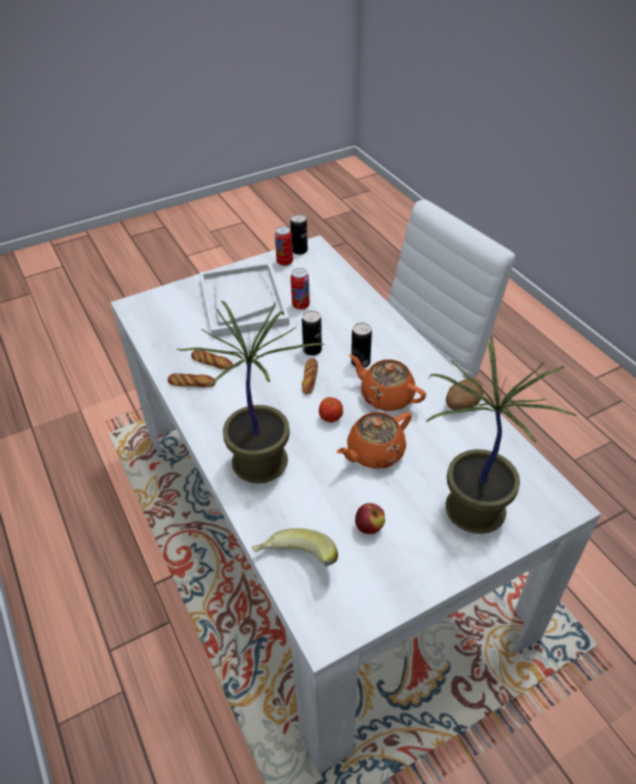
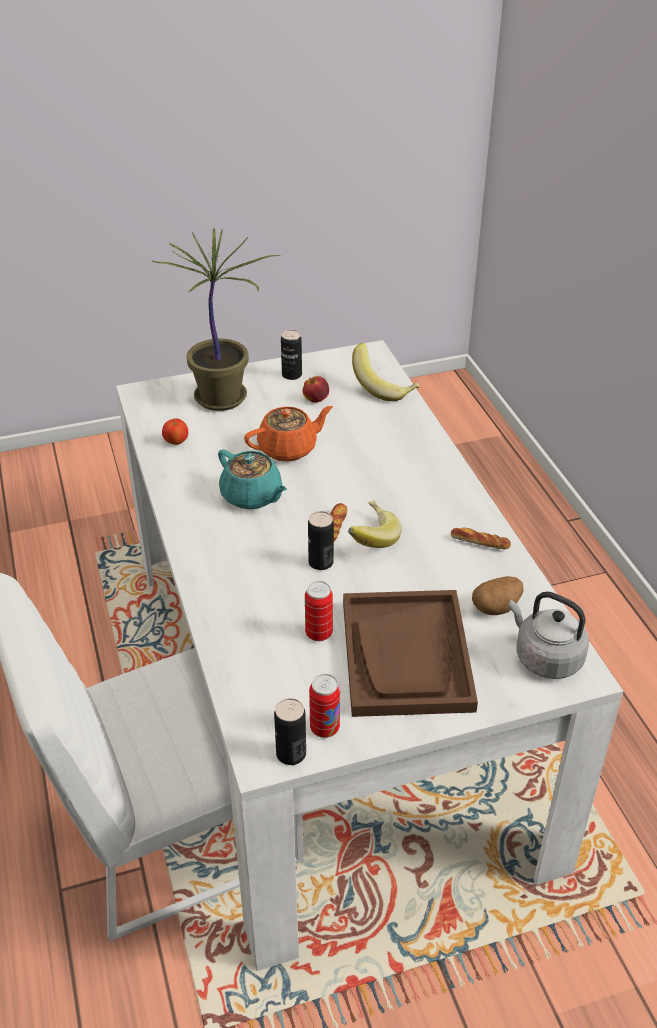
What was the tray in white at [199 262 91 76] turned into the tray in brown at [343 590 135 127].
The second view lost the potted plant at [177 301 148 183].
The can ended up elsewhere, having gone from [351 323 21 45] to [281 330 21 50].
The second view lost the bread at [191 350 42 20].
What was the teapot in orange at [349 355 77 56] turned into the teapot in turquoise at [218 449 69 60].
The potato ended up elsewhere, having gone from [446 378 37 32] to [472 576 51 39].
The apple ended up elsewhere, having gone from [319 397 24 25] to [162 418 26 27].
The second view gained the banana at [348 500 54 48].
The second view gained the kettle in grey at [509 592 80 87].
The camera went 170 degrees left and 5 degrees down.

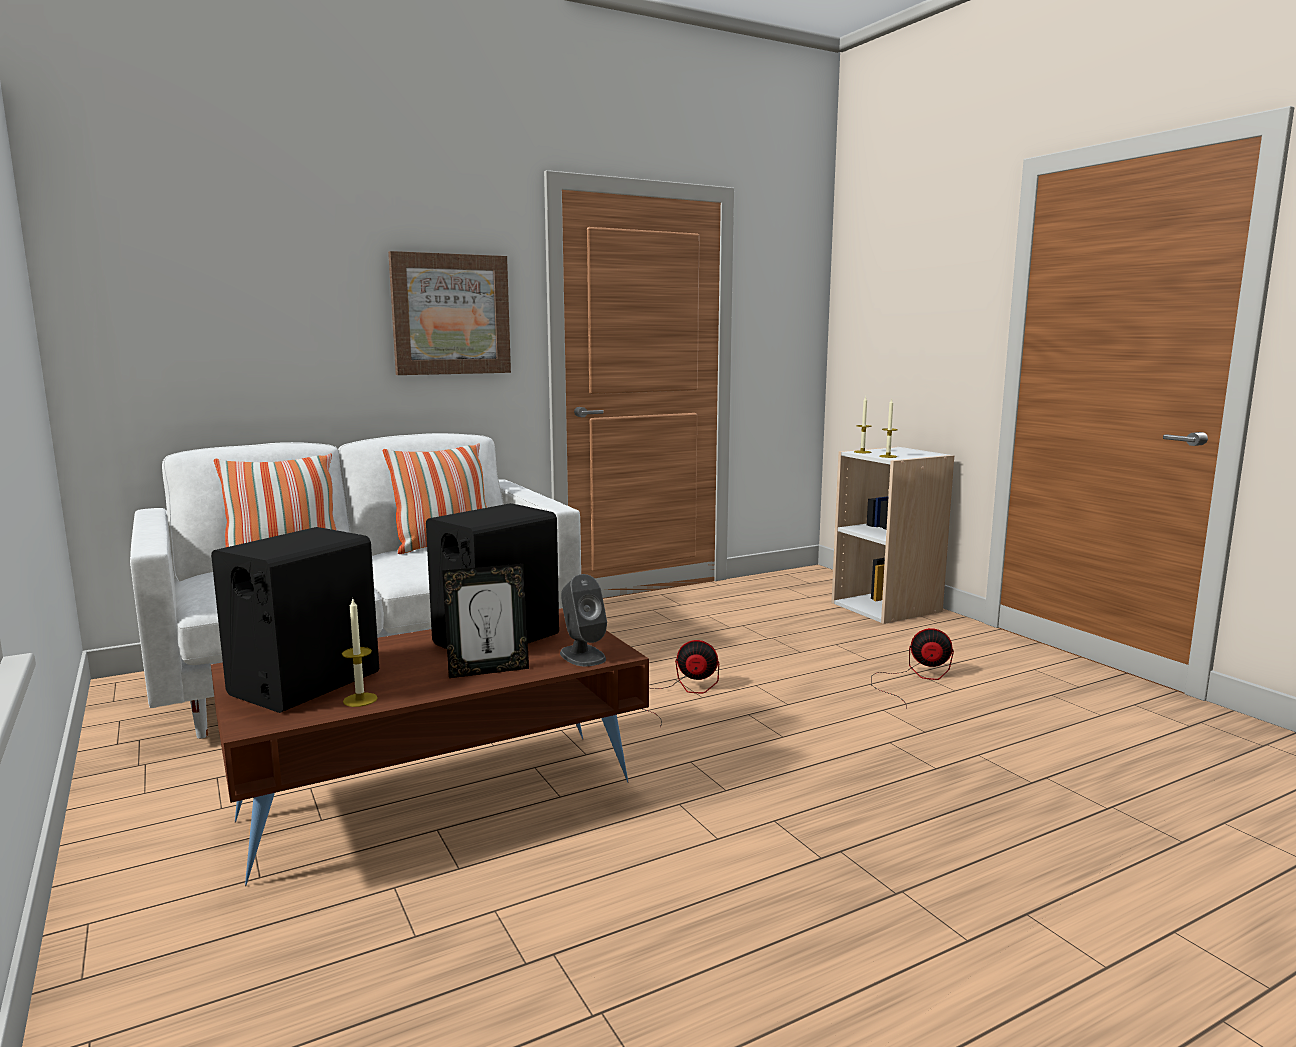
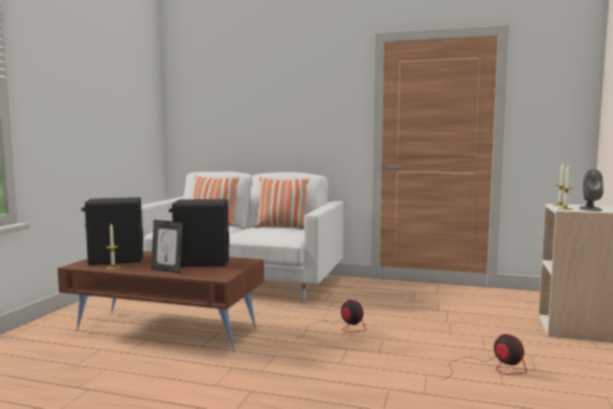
The second view lost the picture at [388 251 123 124].
The speaker in grey ended up elsewhere, having gone from [560 574 47 92] to [579 169 25 42].
The camera went 45 degrees right and 5 degrees down.

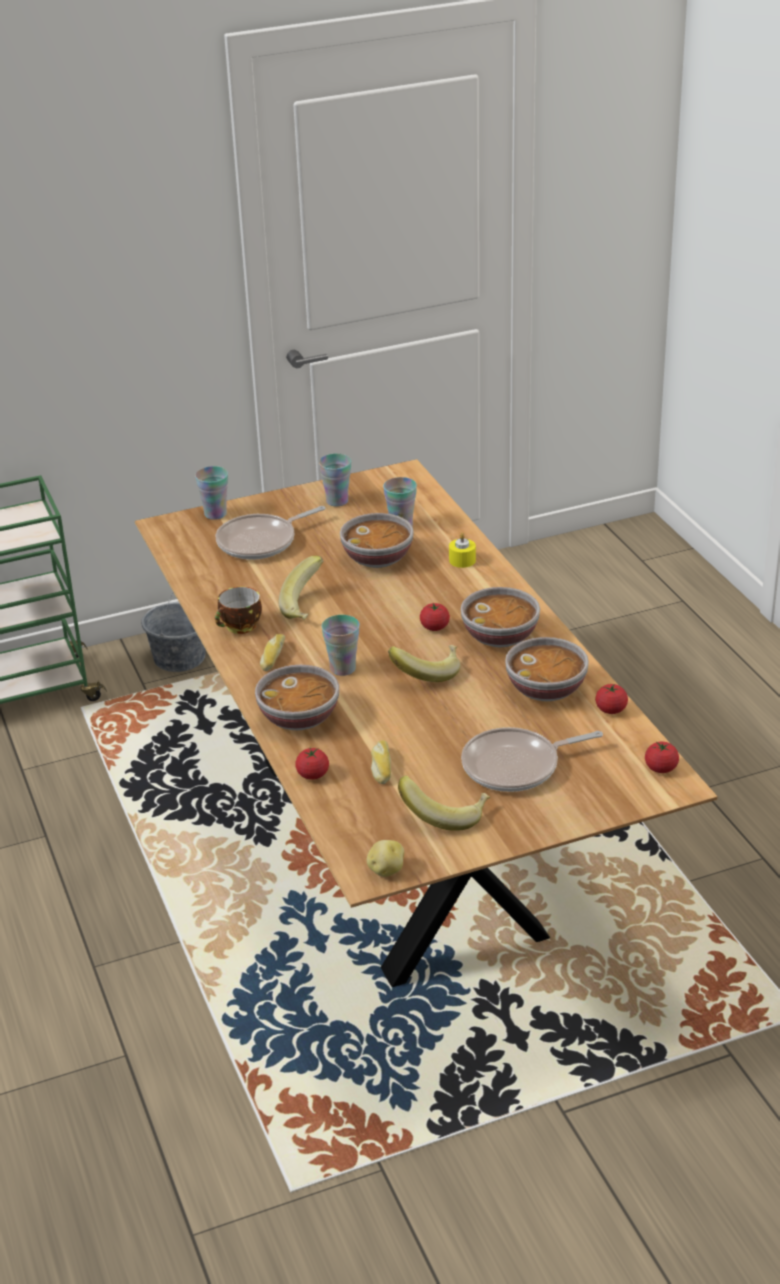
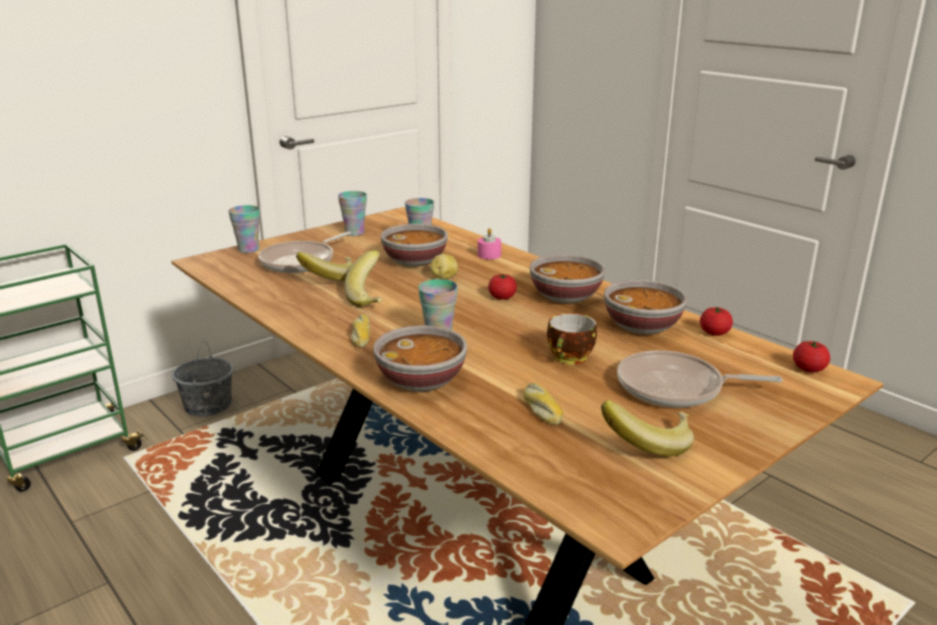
What was the candle in yellow at [449 533 27 35] turned into the candle in pink at [478 228 23 31].
The cup ended up elsewhere, having gone from [215 586 47 48] to [547 313 50 52].
The banana ended up elsewhere, having gone from [388 645 72 37] to [296 252 57 29].
The frying pan at [461 727 142 65] ended up facing another way, 45 degrees clockwise from before.
The second view lost the tomato at [295 748 34 32].
The potato ended up elsewhere, having gone from [367 840 37 37] to [430 254 28 26].
The camera went 20 degrees left and 10 degrees down.

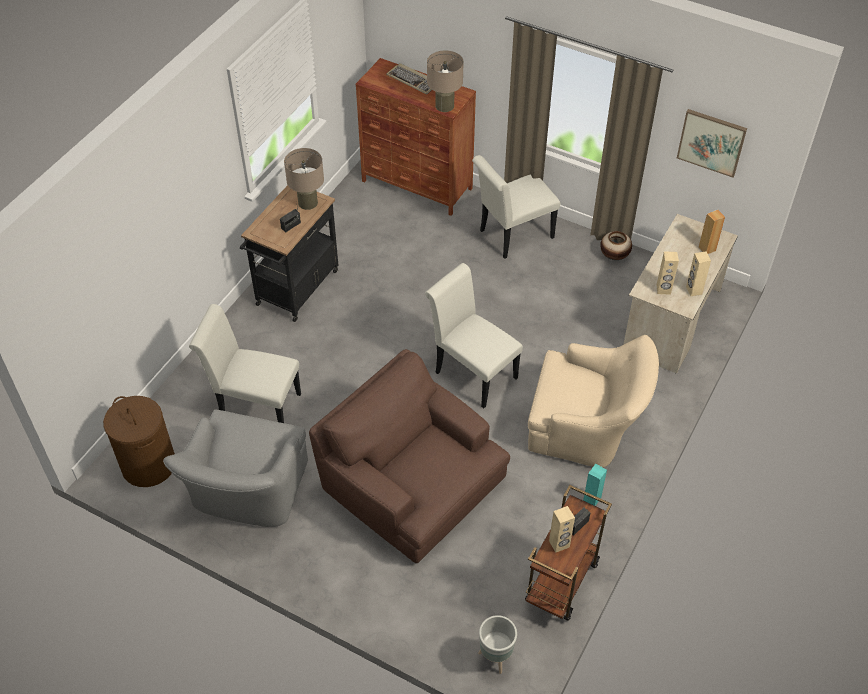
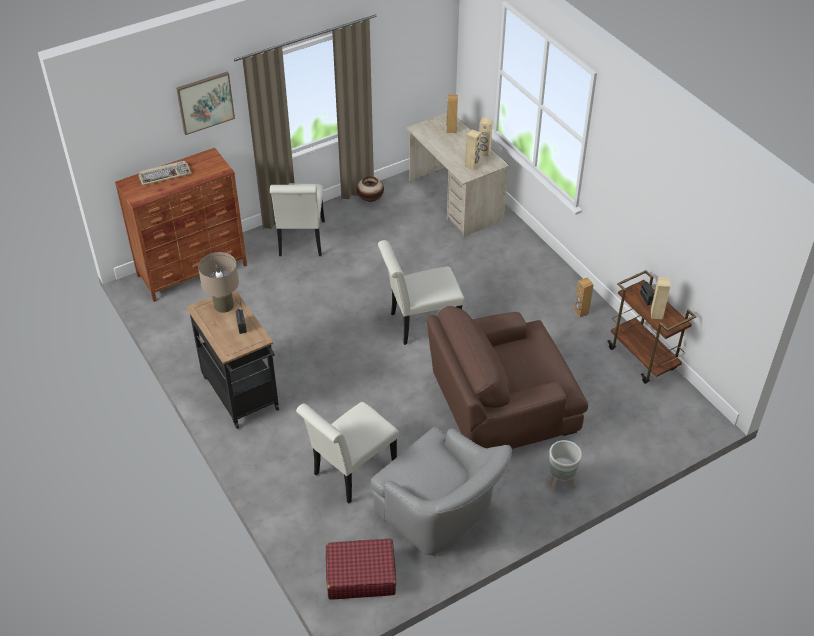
The second view lost the table lamp in beige at [427 51 37 61].
The picture ended up elsewhere, having gone from [677 109 70 69] to [176 72 59 63].
The second view lost the armchair in beige at [528 335 131 133].
Where the laundry basket in brown stood at [103 396 72 91], the suitcase in red came to stand at [326 538 70 62].
What was the speaker in turquoise at [583 464 24 42] turned into the speaker in brown at [574 277 20 40].
The planter in grey ended up elsewhere, having gone from [478 615 39 59] to [549 440 33 51].
The camera went 60 degrees left and 5 degrees down.

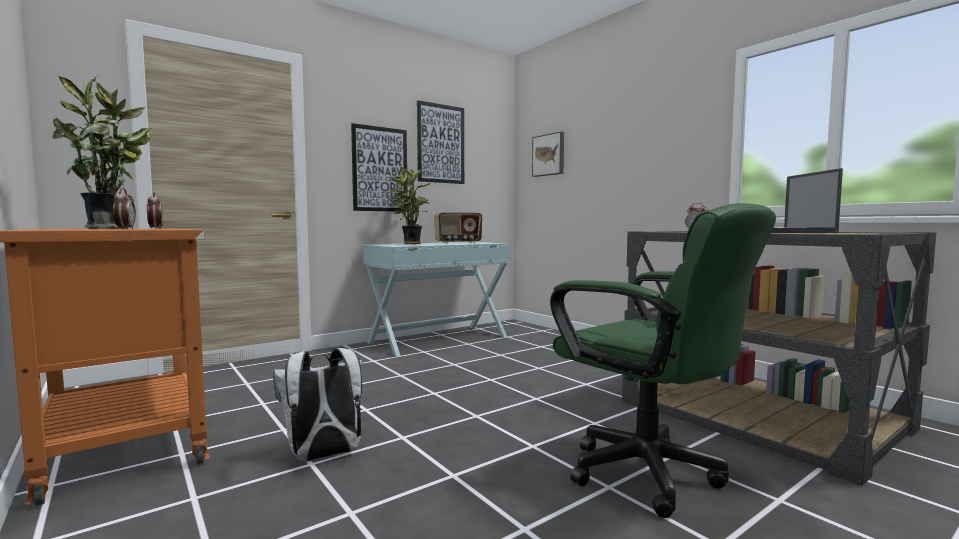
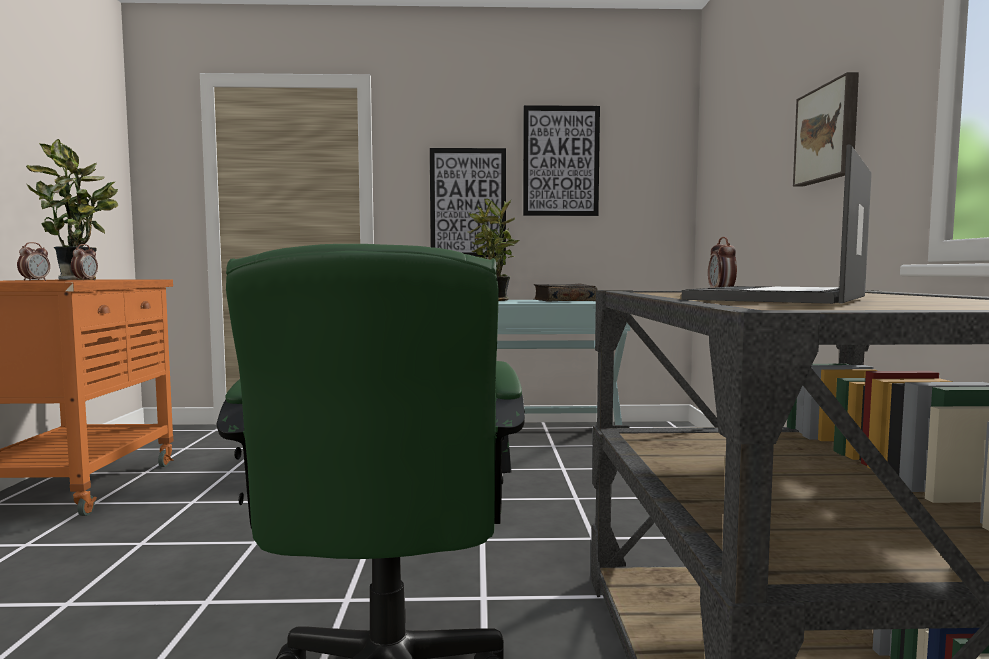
The picture ended up elsewhere, having gone from [532 131 32 46] to [793 72 66 115].
Where the radio stood at [435 212 47 32], the book came to stand at [534 284 64 17].
The second view lost the backpack in white at [273 348 89 114].
The camera went 35 degrees right and 0 degrees up.

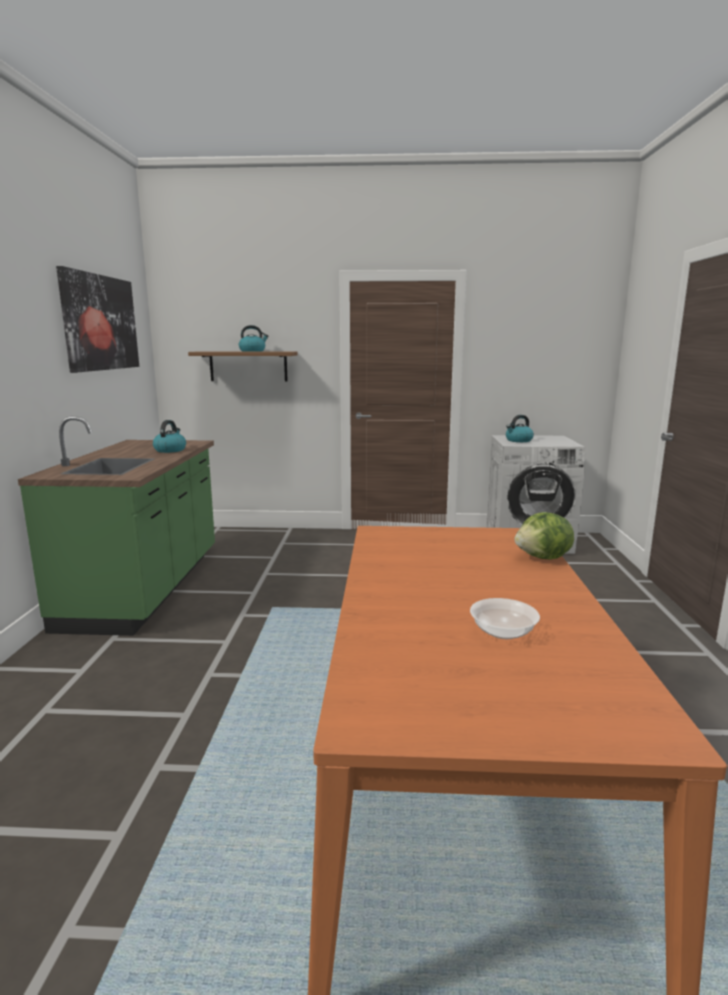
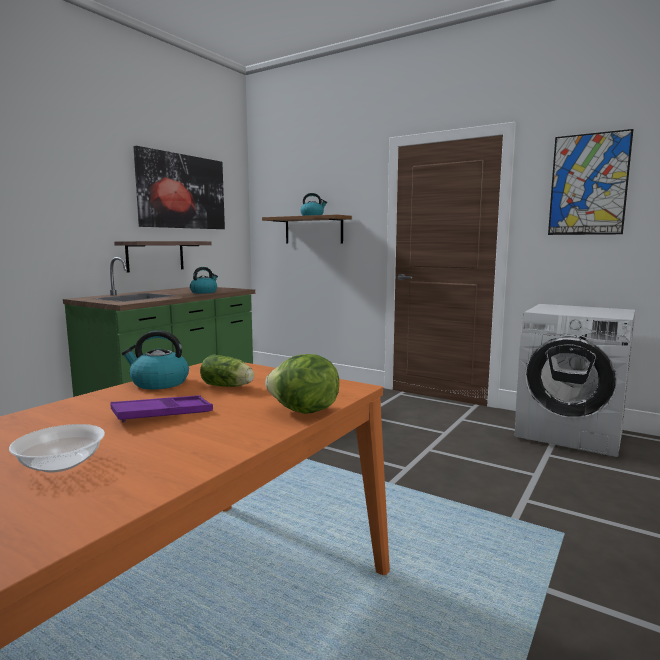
The kettle ended up elsewhere, having gone from [506 415 28 27] to [122 330 67 60].
The second view gained the picture at [548 129 85 106].
The second view gained the shelf at [114 241 98 31].
The second view gained the lettuce at [200 355 54 32].
The second view gained the tray in purple at [110 395 103 28].
The camera went 30 degrees right and 5 degrees down.

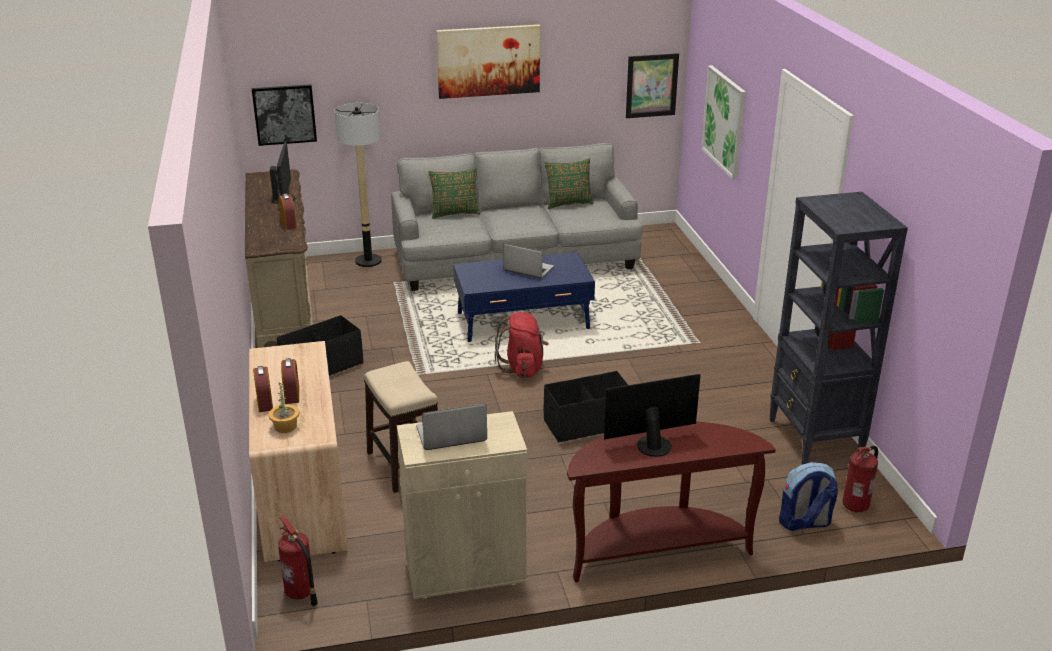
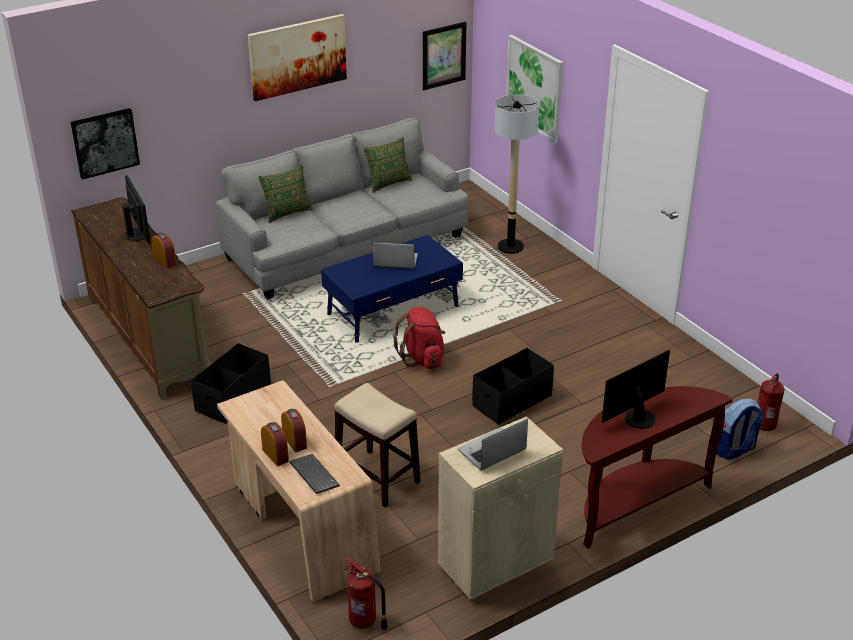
The floor lamp ended up elsewhere, having gone from [334 103 48 164] to [494 94 45 160].
The second view lost the bookcase in black at [769 192 139 272].
Where the potted plant stood at [268 383 32 50], the keyboard came to stand at [289 454 51 40].
The camera went 20 degrees left and 5 degrees up.

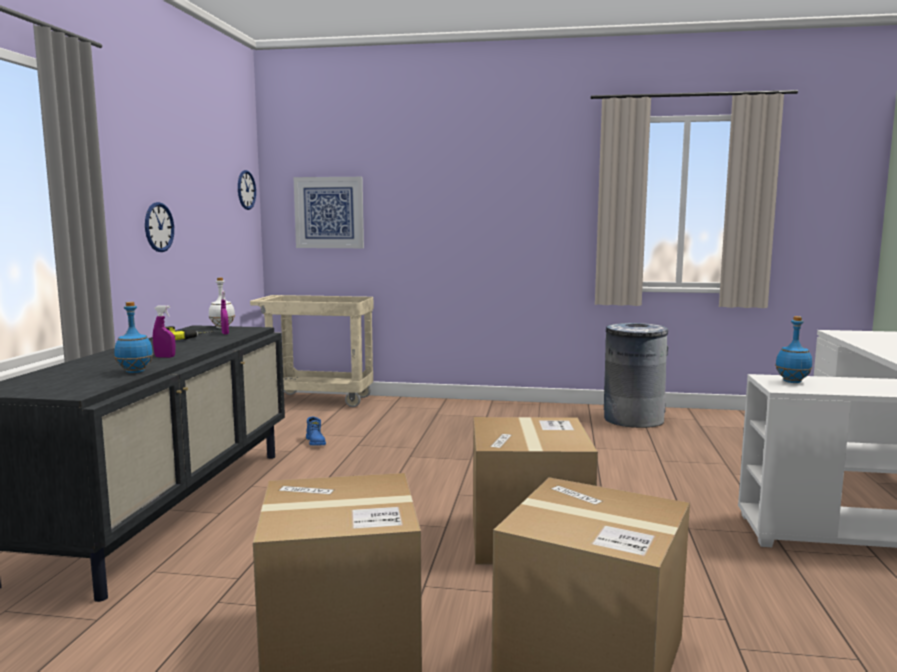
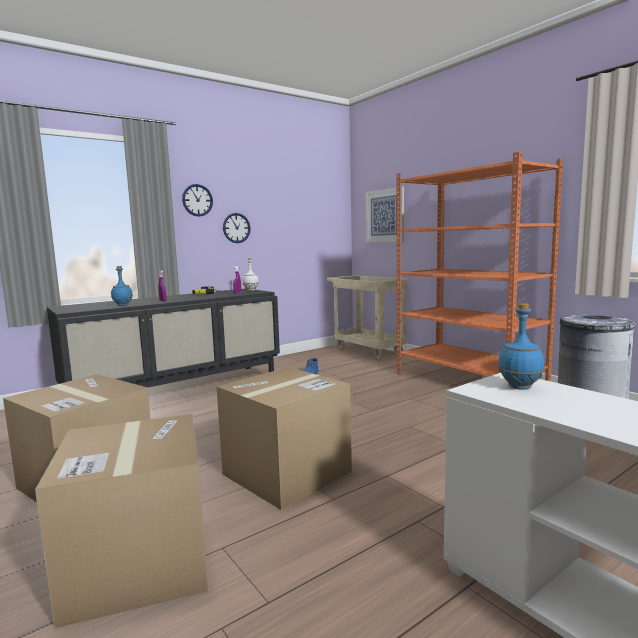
The wall clock ended up elsewhere, having gone from [238 170 18 40] to [182 184 31 33].
The second view gained the bookcase in orange at [397 152 166 229].
The camera went 45 degrees right and 0 degrees up.

